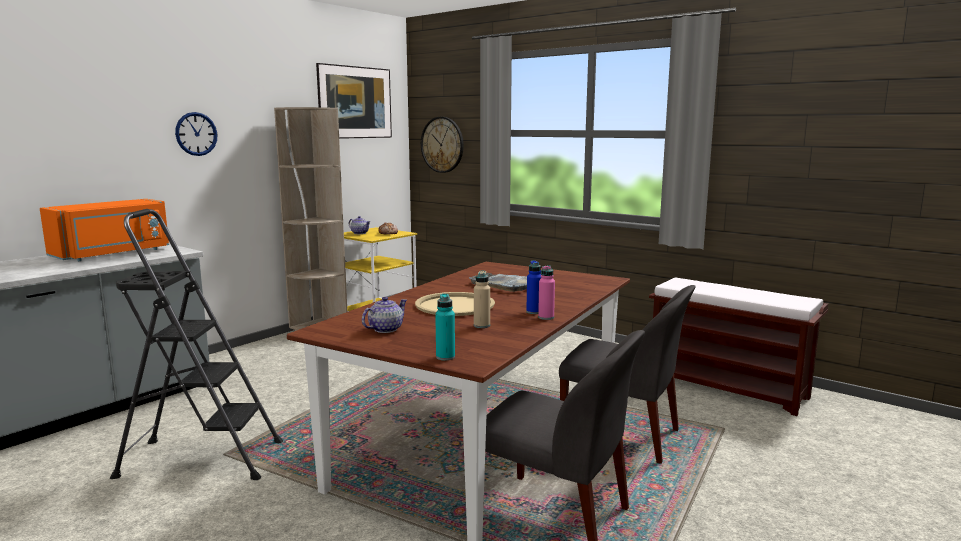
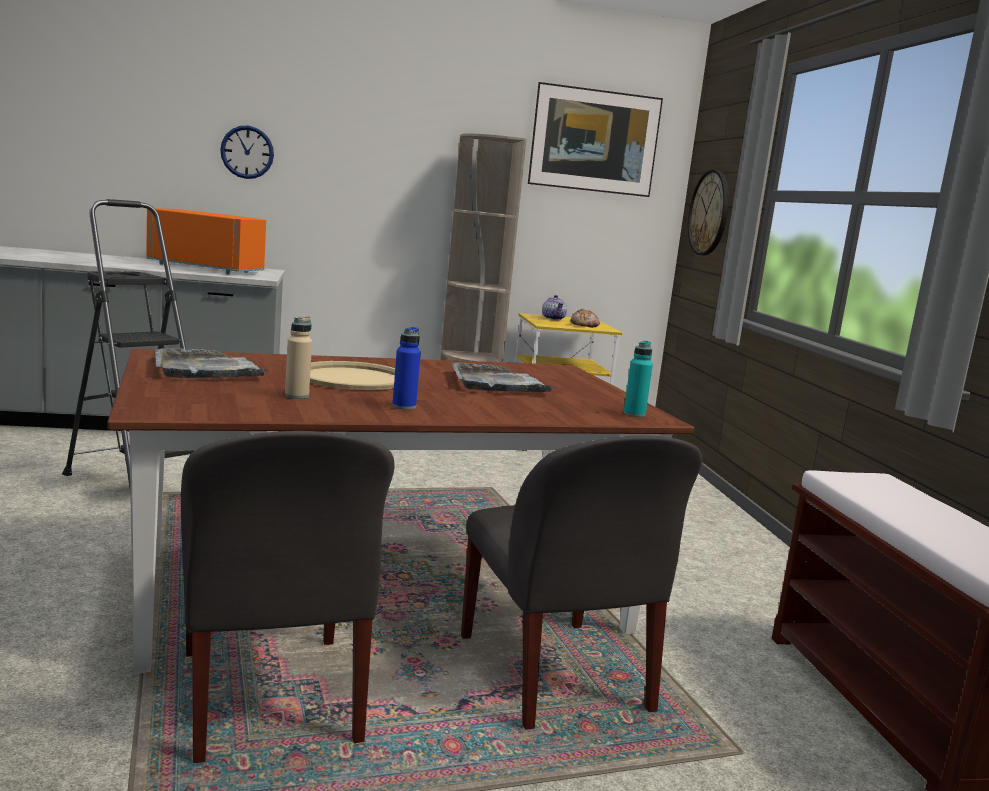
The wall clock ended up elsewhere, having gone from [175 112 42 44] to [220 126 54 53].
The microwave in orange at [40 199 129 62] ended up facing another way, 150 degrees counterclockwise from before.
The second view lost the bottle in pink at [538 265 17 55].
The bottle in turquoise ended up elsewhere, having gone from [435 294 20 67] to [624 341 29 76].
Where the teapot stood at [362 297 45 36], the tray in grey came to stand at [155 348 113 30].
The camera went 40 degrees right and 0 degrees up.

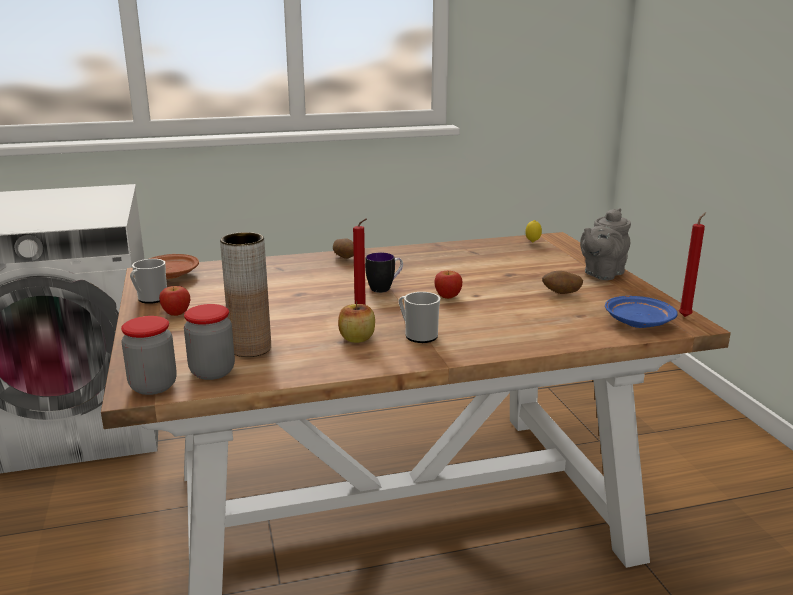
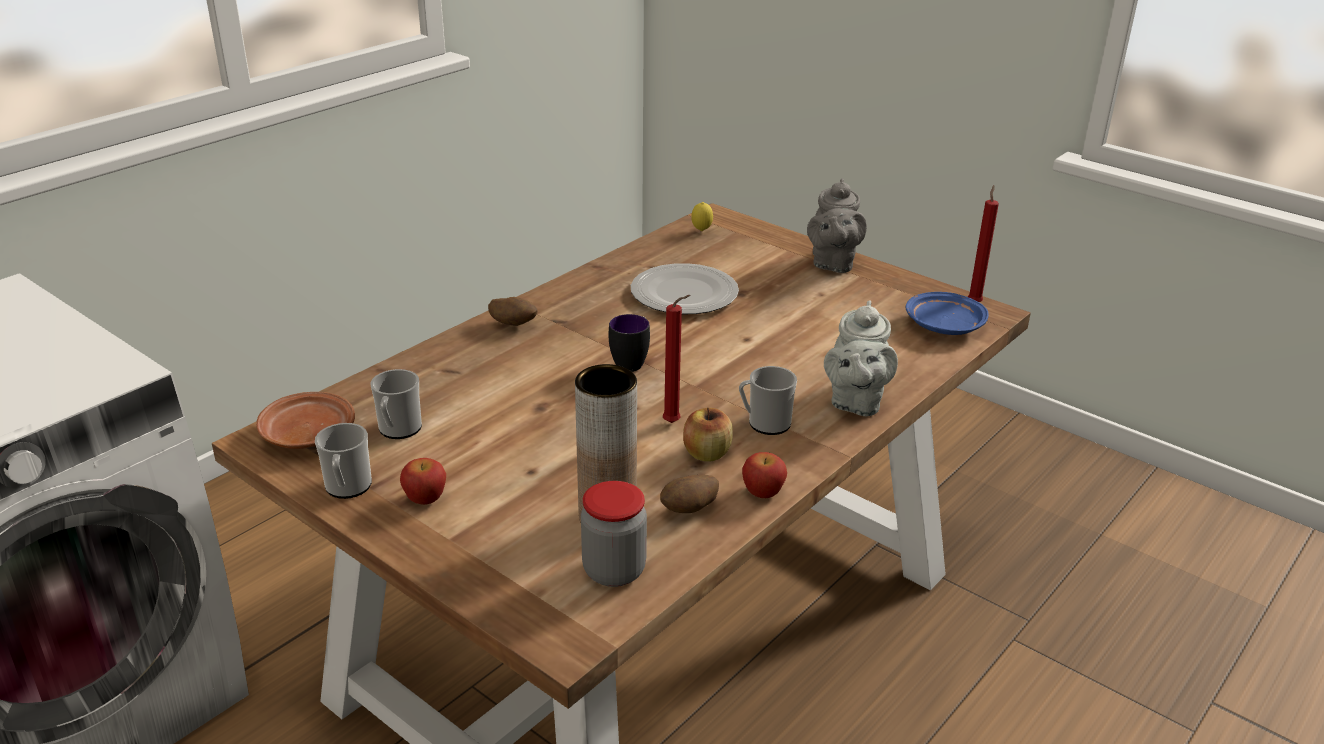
The apple ended up elsewhere, having gone from [434 271 28 28] to [742 452 45 46].
The potato ended up elsewhere, having gone from [542 271 41 23] to [660 475 59 38].
The second view lost the jar at [121 316 56 79].
The second view gained the plate at [631 263 108 51].
The second view gained the teapot in grey at [824 300 74 116].
The second view gained the mug at [371 369 51 70].
The camera went 35 degrees left and 10 degrees up.

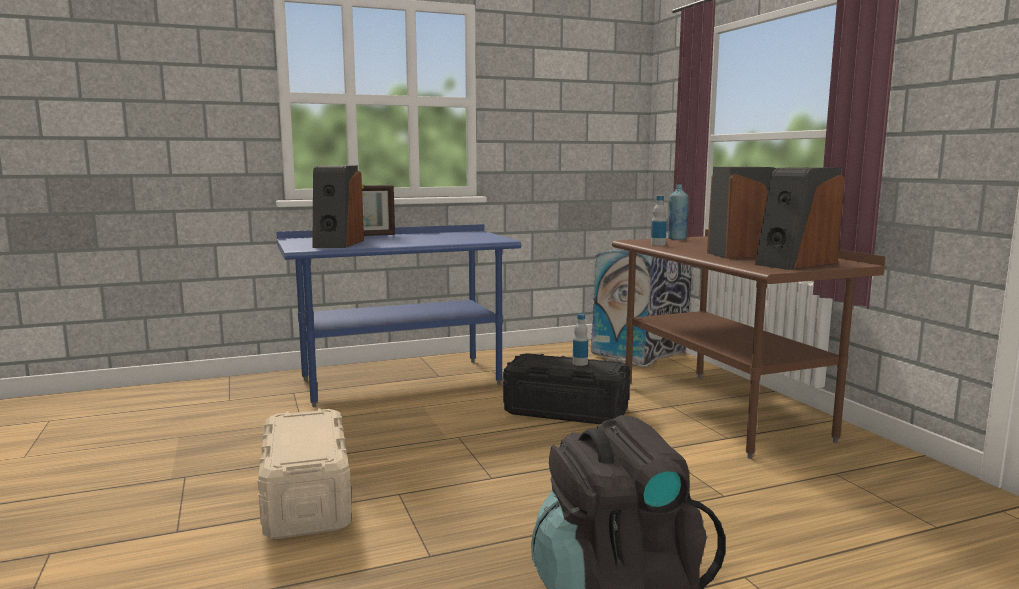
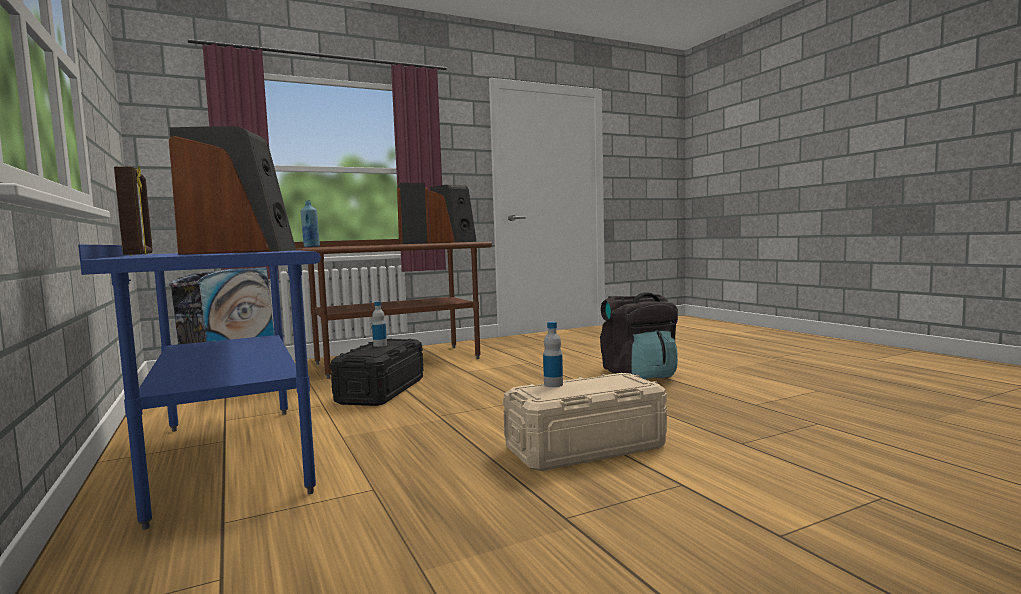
The bottle ended up elsewhere, having gone from [651 196 16 50] to [543 322 20 65].
The camera went 95 degrees left and 5 degrees down.

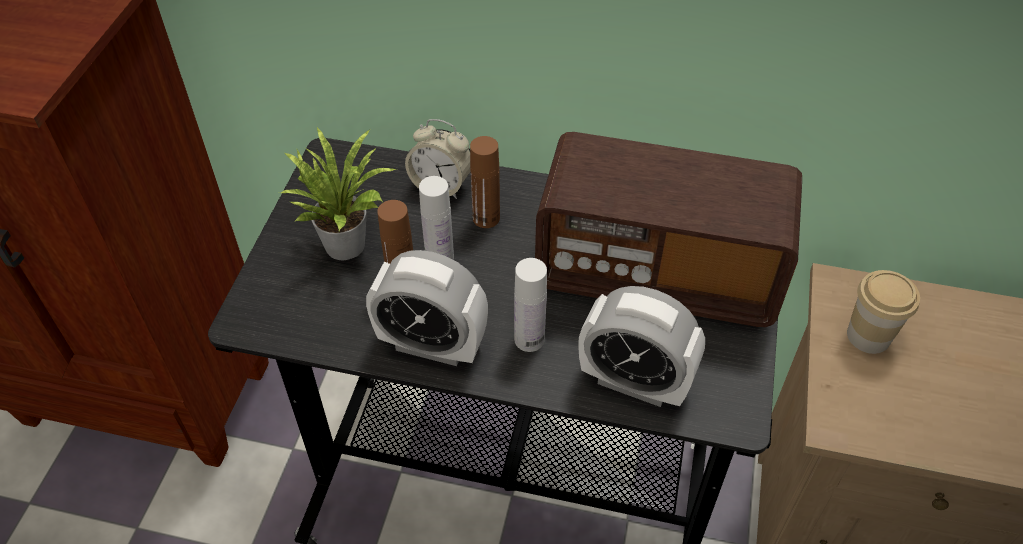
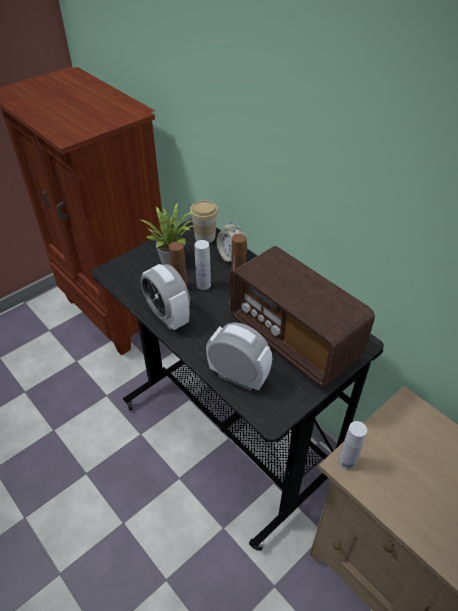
The bottle in white ended up elsewhere, having gone from [514 258 33 94] to [339 421 28 49].
The cup ended up elsewhere, having gone from [847 270 73 84] to [190 200 28 43].
The alarm clock at [578 286 127 121] ended up facing another way, 150 degrees clockwise from before.
The camera went 35 degrees right and 5 degrees down.

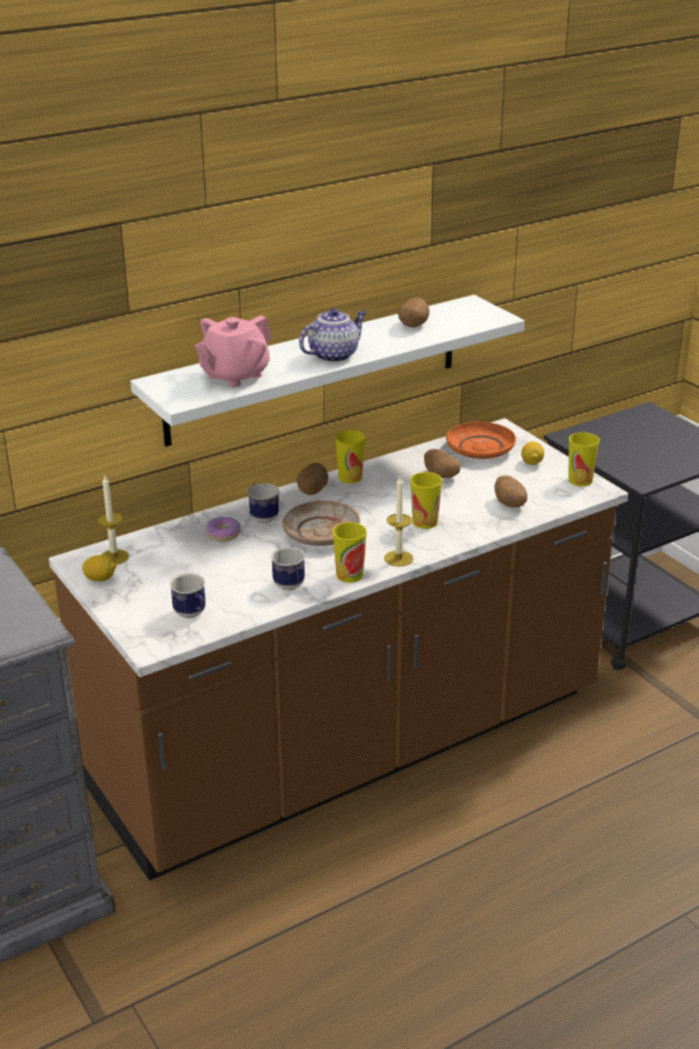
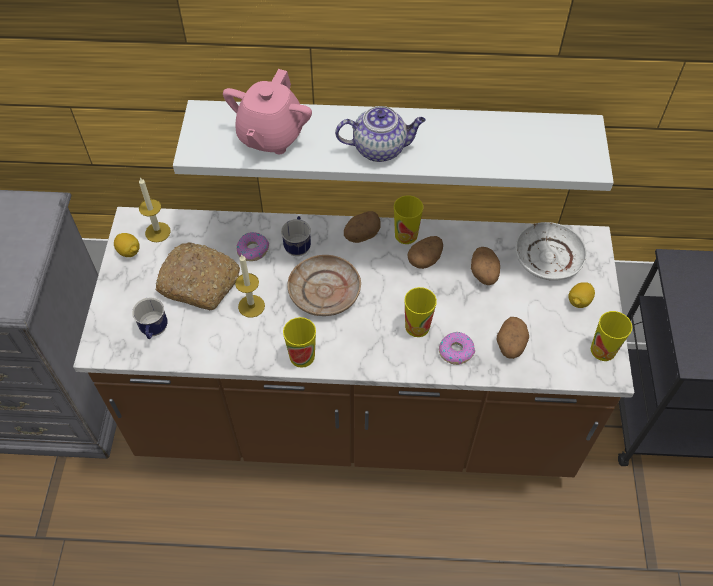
The potato ended up elsewhere, having gone from [398 297 32 30] to [407 236 36 33].
The teapot in pink at [195 315 77 72] ended up facing another way, 60 degrees counterclockwise from before.
What was the plate in orange at [446 422 70 37] turned into the plate in white at [515 222 72 59].
The candle ended up elsewhere, having gone from [384 477 29 90] to [235 254 30 64].
The second view lost the mug at [271 546 34 44].
The second view gained the bread at [155 242 85 68].
The second view gained the donut at [439 332 36 33].
The camera went 35 degrees right and 25 degrees up.

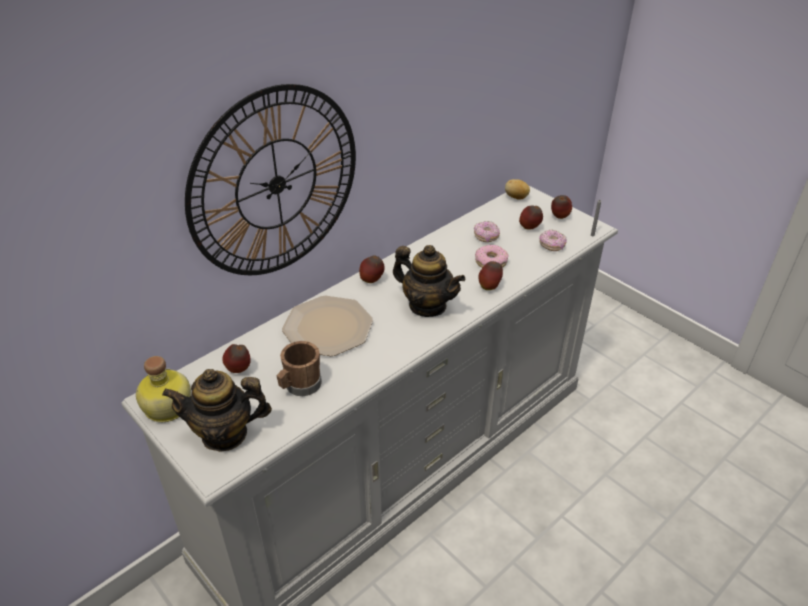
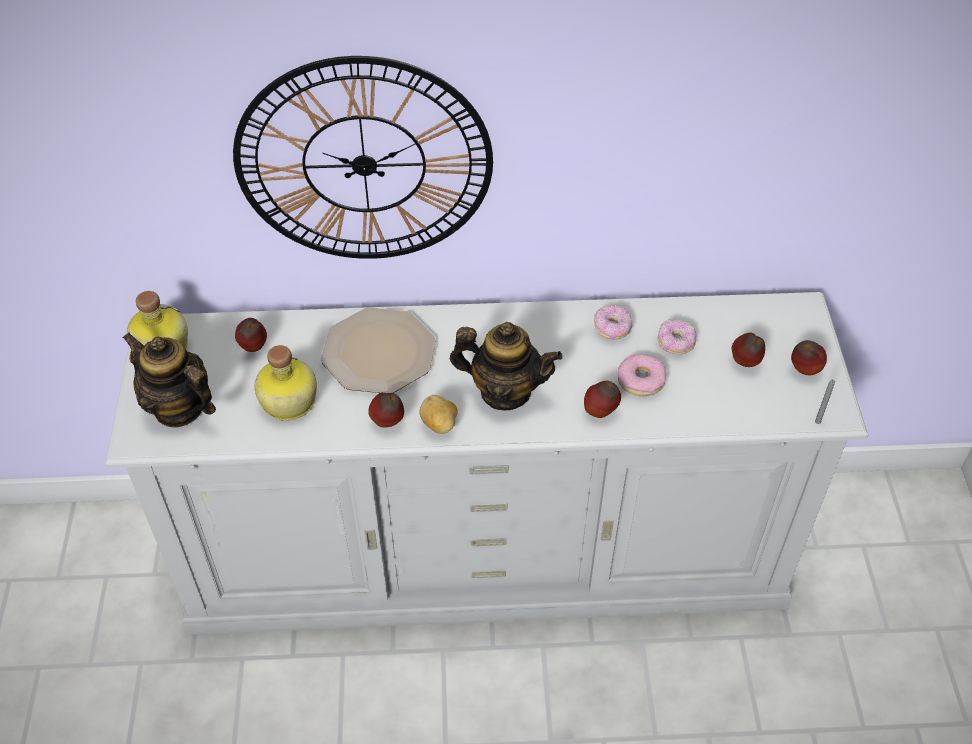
The potato ended up elsewhere, having gone from [505 179 25 21] to [419 395 39 39].
The donut ended up elsewhere, having gone from [539 230 28 21] to [594 305 38 35].
The teapot at [393 245 73 72] ended up facing another way, 60 degrees counterclockwise from before.
The apple ended up elsewhere, having gone from [359 255 26 28] to [368 392 36 35].
Where the mug in brown stood at [277 341 45 55], the bottle came to stand at [254 345 63 76].
The camera went 40 degrees right and 10 degrees up.

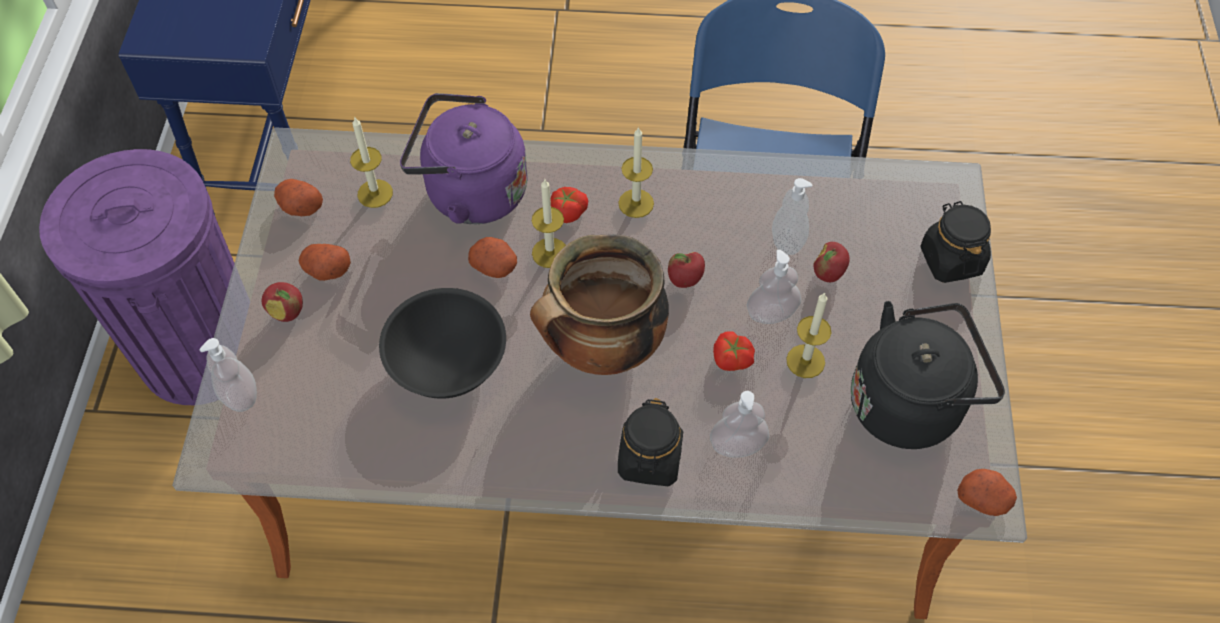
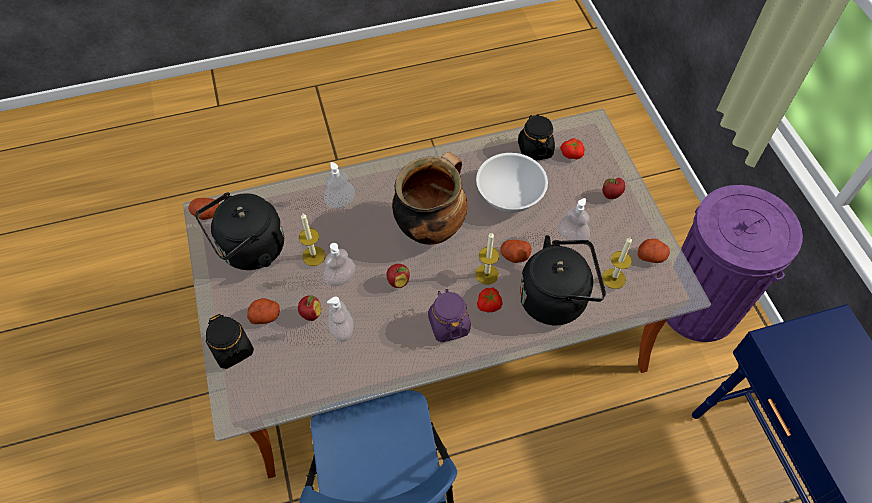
What was the kettle in purple at [400 93 128 131] turned into the kettle in black at [519 235 87 90].
Where the candle stood at [618 127 36 91], the jar in purple came to stand at [428 289 43 54].
The potato ended up elsewhere, having gone from [299 244 52 37] to [247 298 33 26].
What was the bowl in black at [379 288 127 111] turned into the bowl in white at [476 153 72 59].
The tomato ended up elsewhere, having gone from [713 331 42 40] to [560 138 24 21].
The soap dispenser ended up elsewhere, having gone from [200 338 57 74] to [558 198 32 42].
The jar in black ended up elsewhere, having gone from [618 398 65 88] to [518 114 37 47].
The camera went 160 degrees right and 0 degrees up.

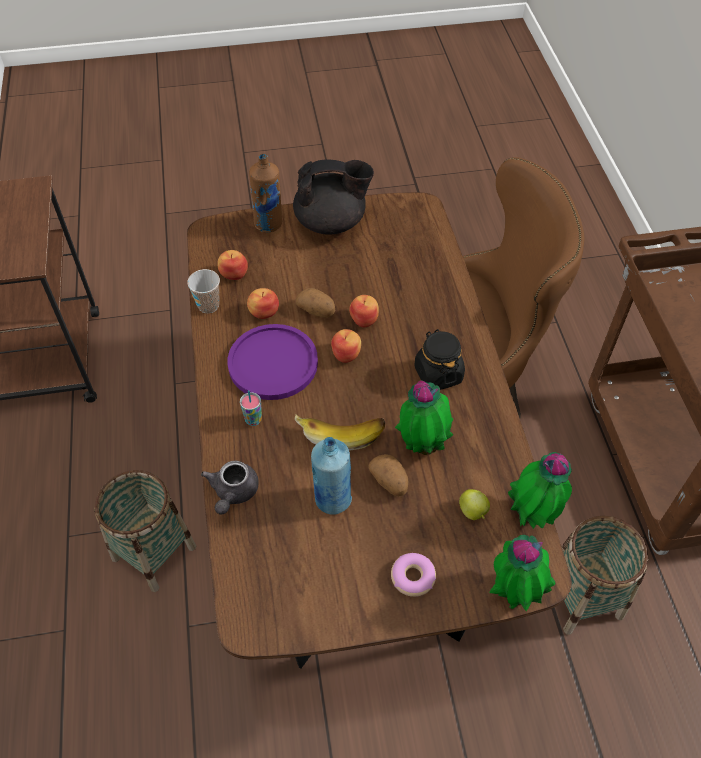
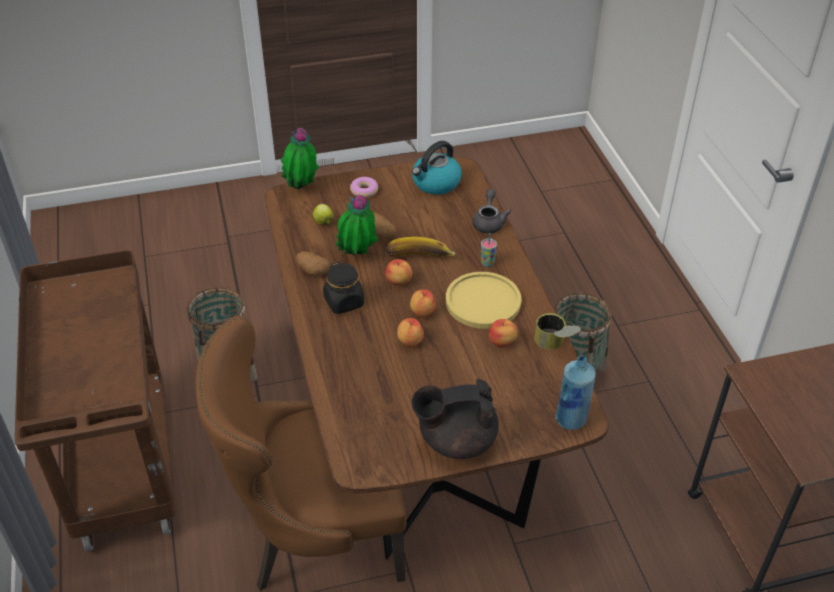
The second view lost the bottle in brown at [249 154 33 78].
The apple ended up elsewhere, having gone from [217 250 31 30] to [385 259 27 26].
Where the cup stood at [187 269 33 44], the can came to stand at [534 313 47 37].
The potato ended up elsewhere, having gone from [295 288 40 30] to [296 251 35 25].
What was the plate in purple at [227 324 91 76] turned into the plate in yellow at [446 272 75 57].
The bottle in blue ended up elsewhere, having gone from [311 437 41 78] to [555 355 41 75].
The second view lost the potted plant at [508 452 64 77].
The second view gained the kettle at [412 141 50 54].
The camera went 175 degrees right and 10 degrees down.

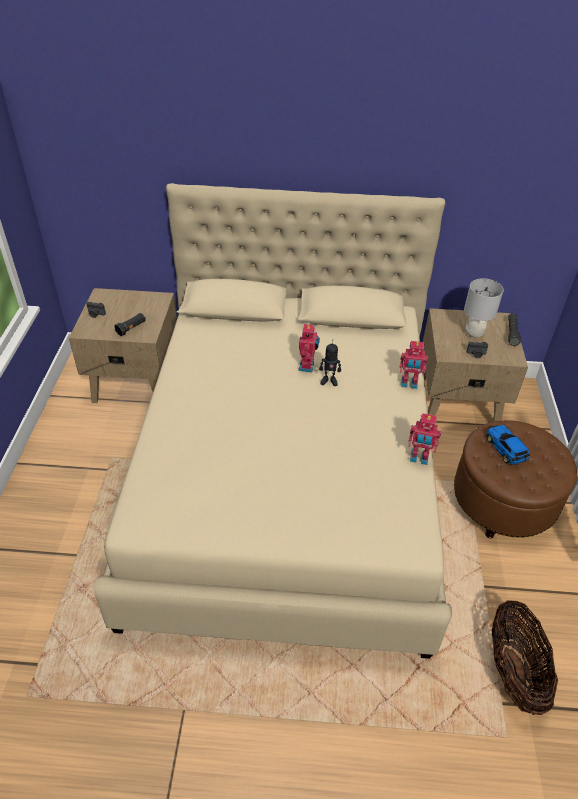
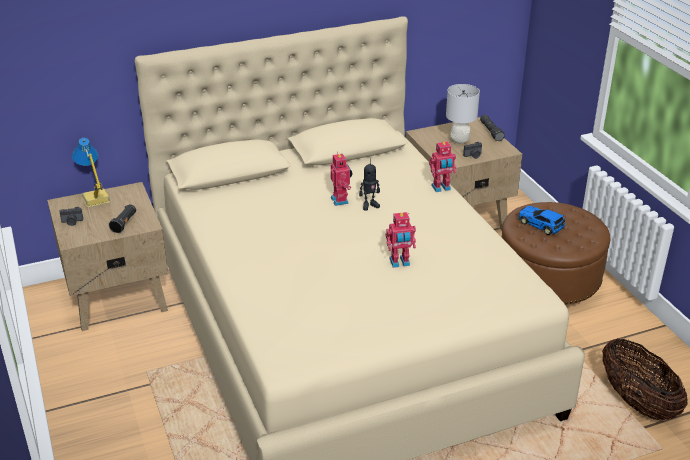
The toy robot ended up elsewhere, having gone from [408 413 33 52] to [386 212 30 56].
The second view gained the table lamp at [72 138 38 69].
The camera went 25 degrees left and 10 degrees down.

